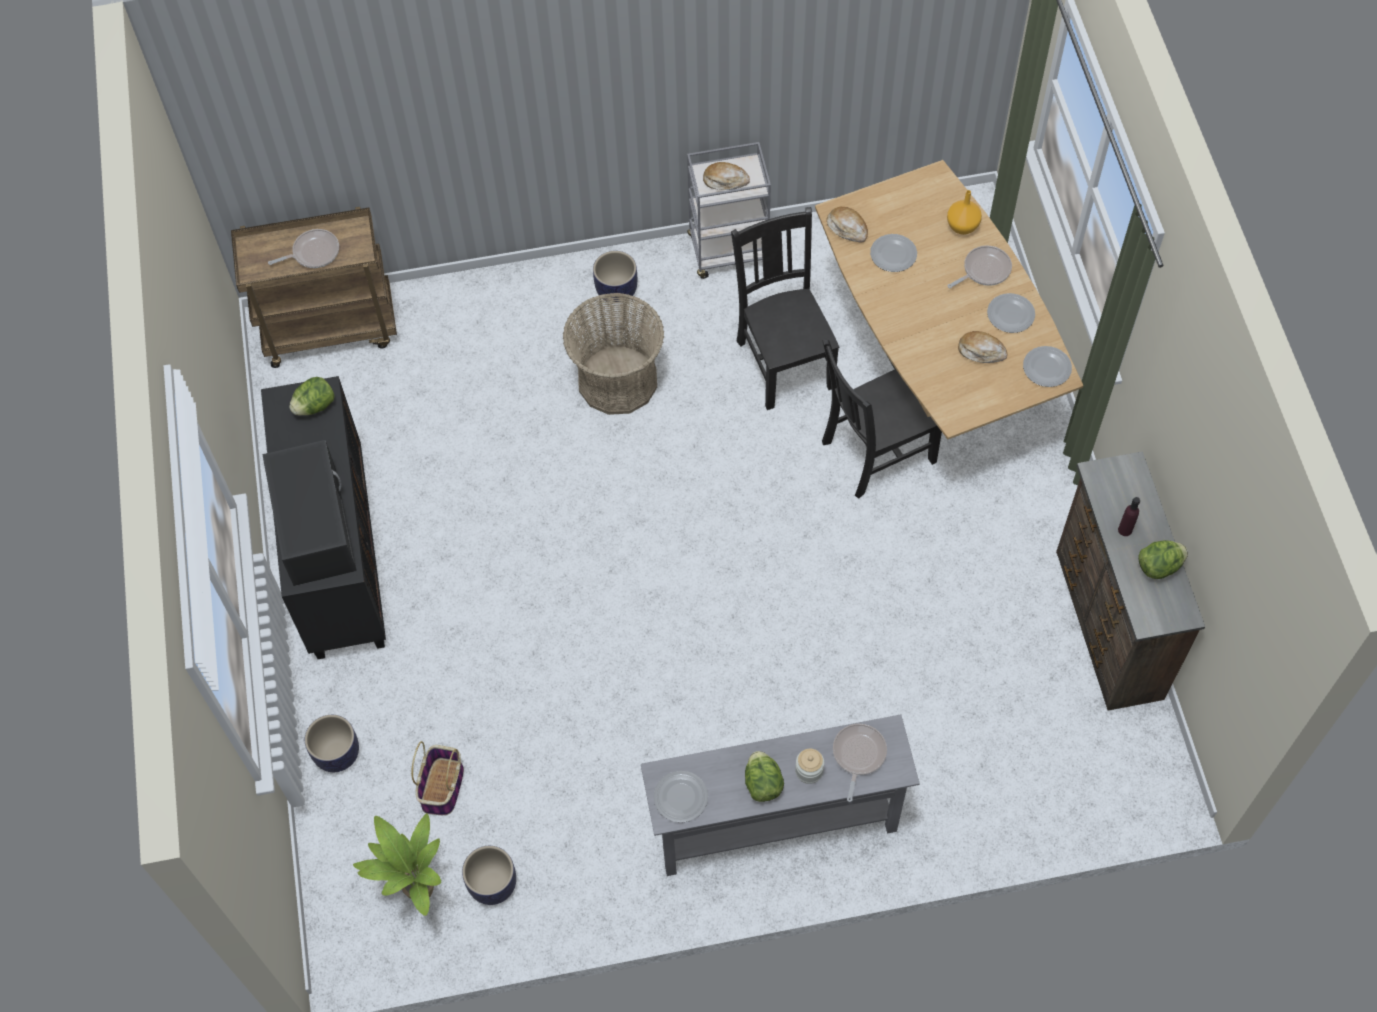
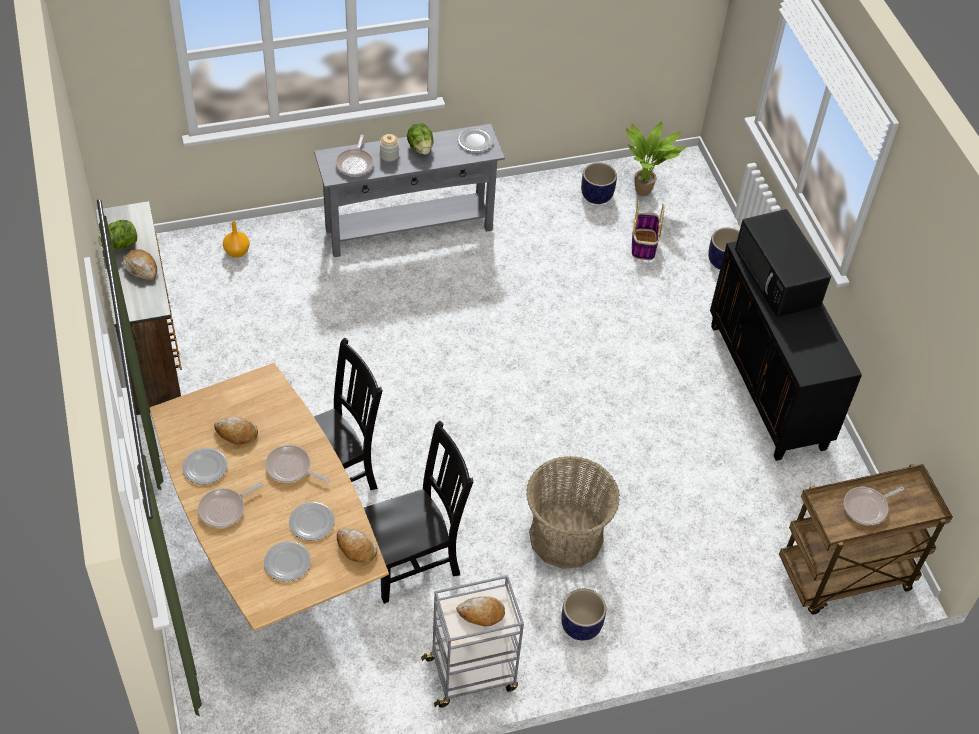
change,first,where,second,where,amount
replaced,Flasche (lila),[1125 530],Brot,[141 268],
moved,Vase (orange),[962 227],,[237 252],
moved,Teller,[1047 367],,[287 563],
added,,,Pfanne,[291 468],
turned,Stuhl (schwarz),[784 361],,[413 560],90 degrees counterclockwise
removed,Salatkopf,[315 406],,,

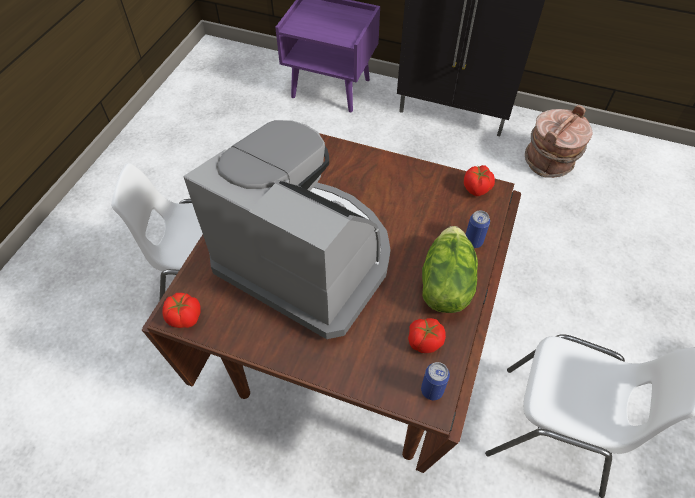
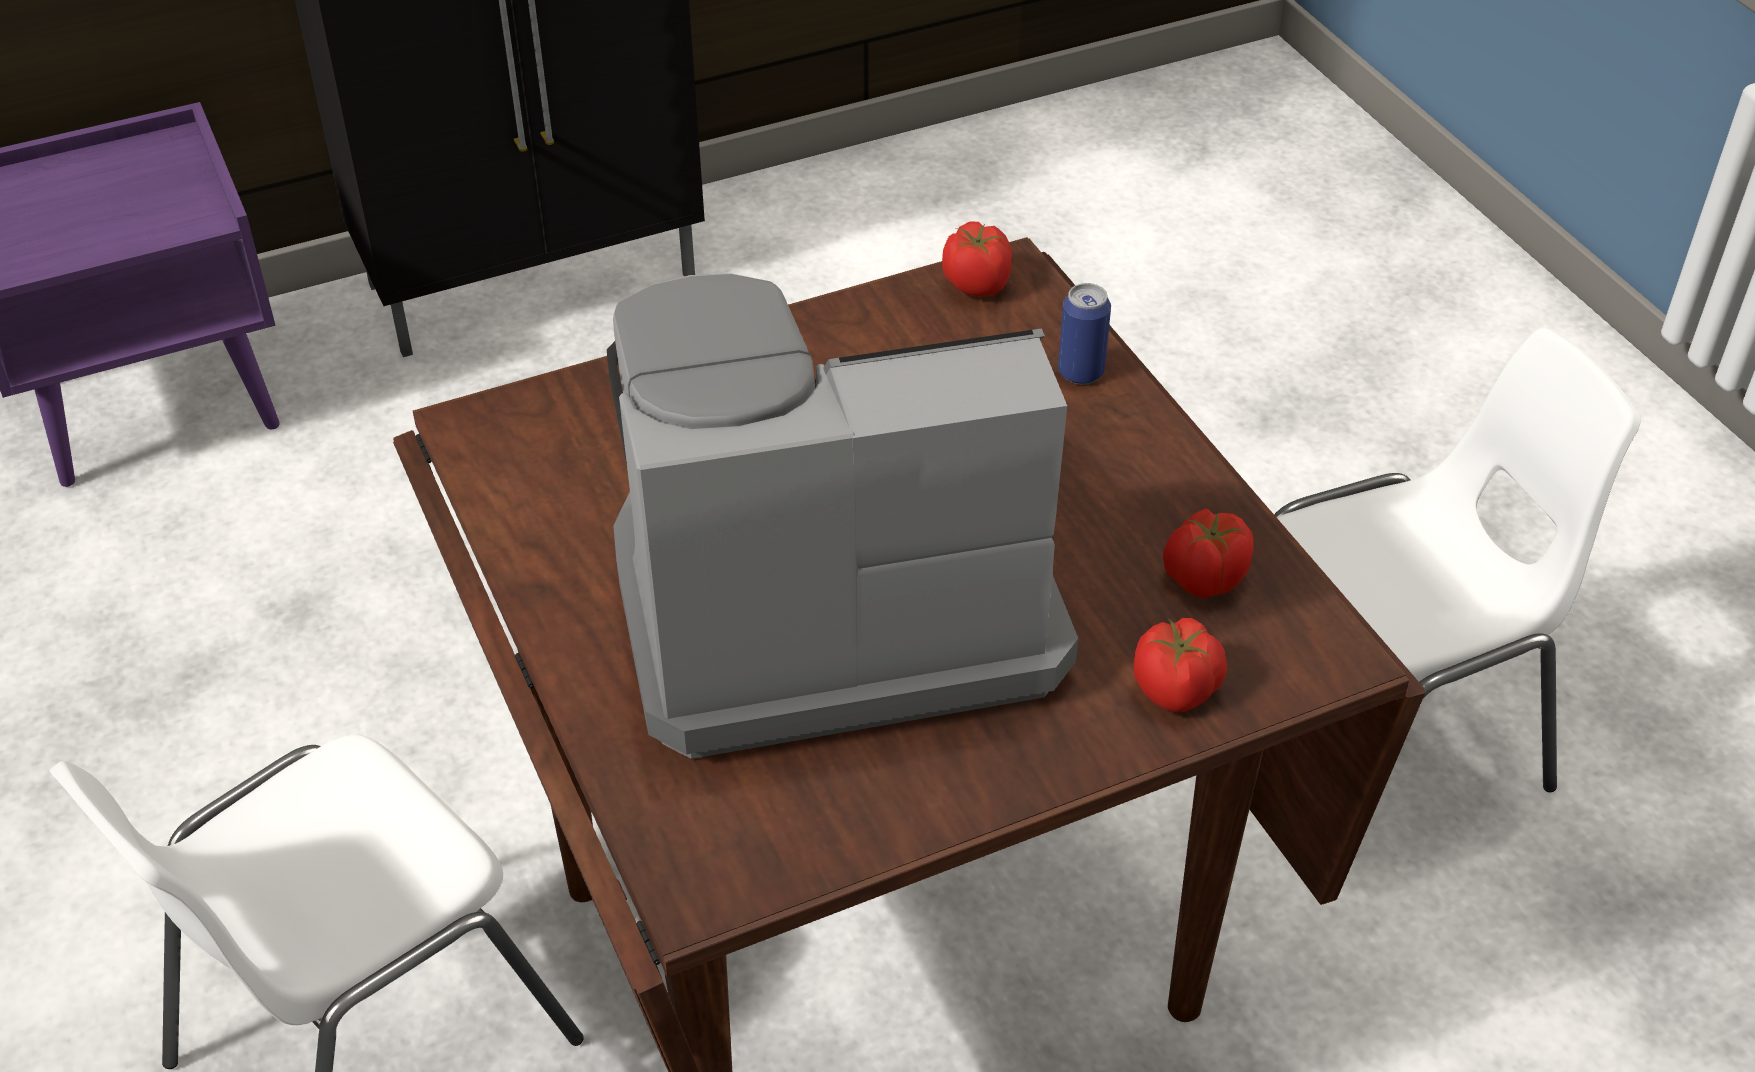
change,first,where,second,where,amount
moved,Tomate,[185 318],,[1176 690],
removed,Dose,[432 390],,,
removed,Salatkopf,[444 284],,,
removed,Eimer (braun),[549 162],,,

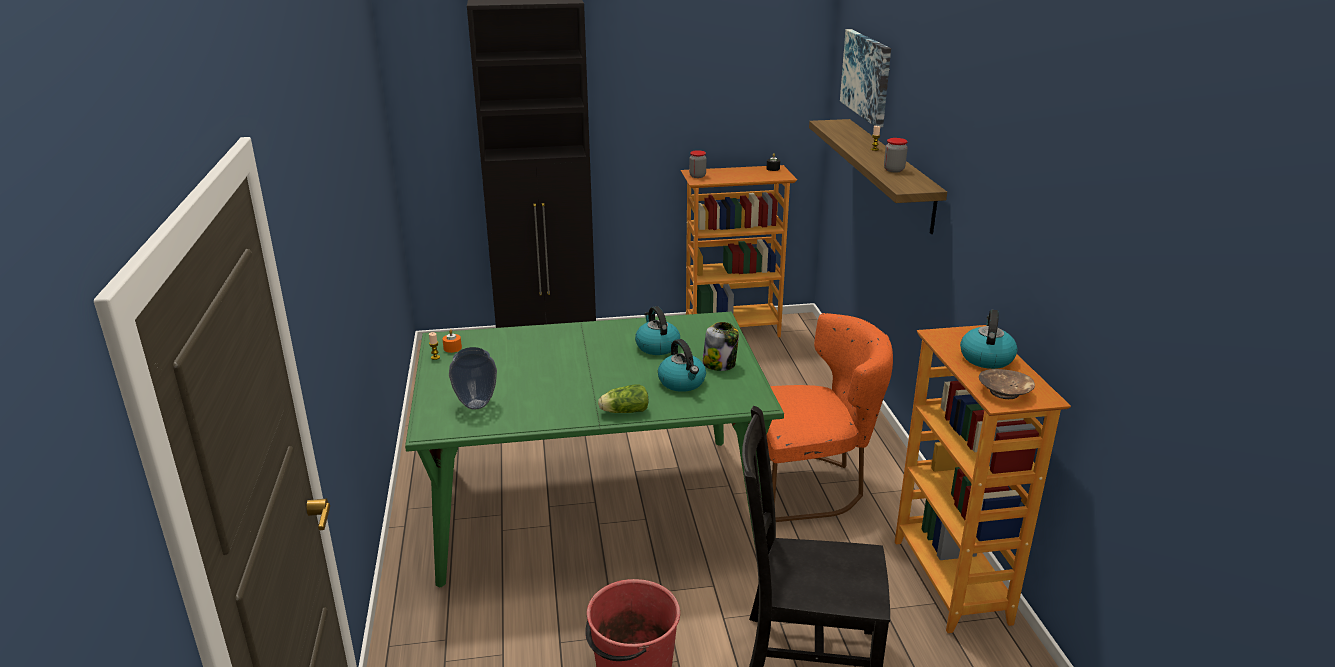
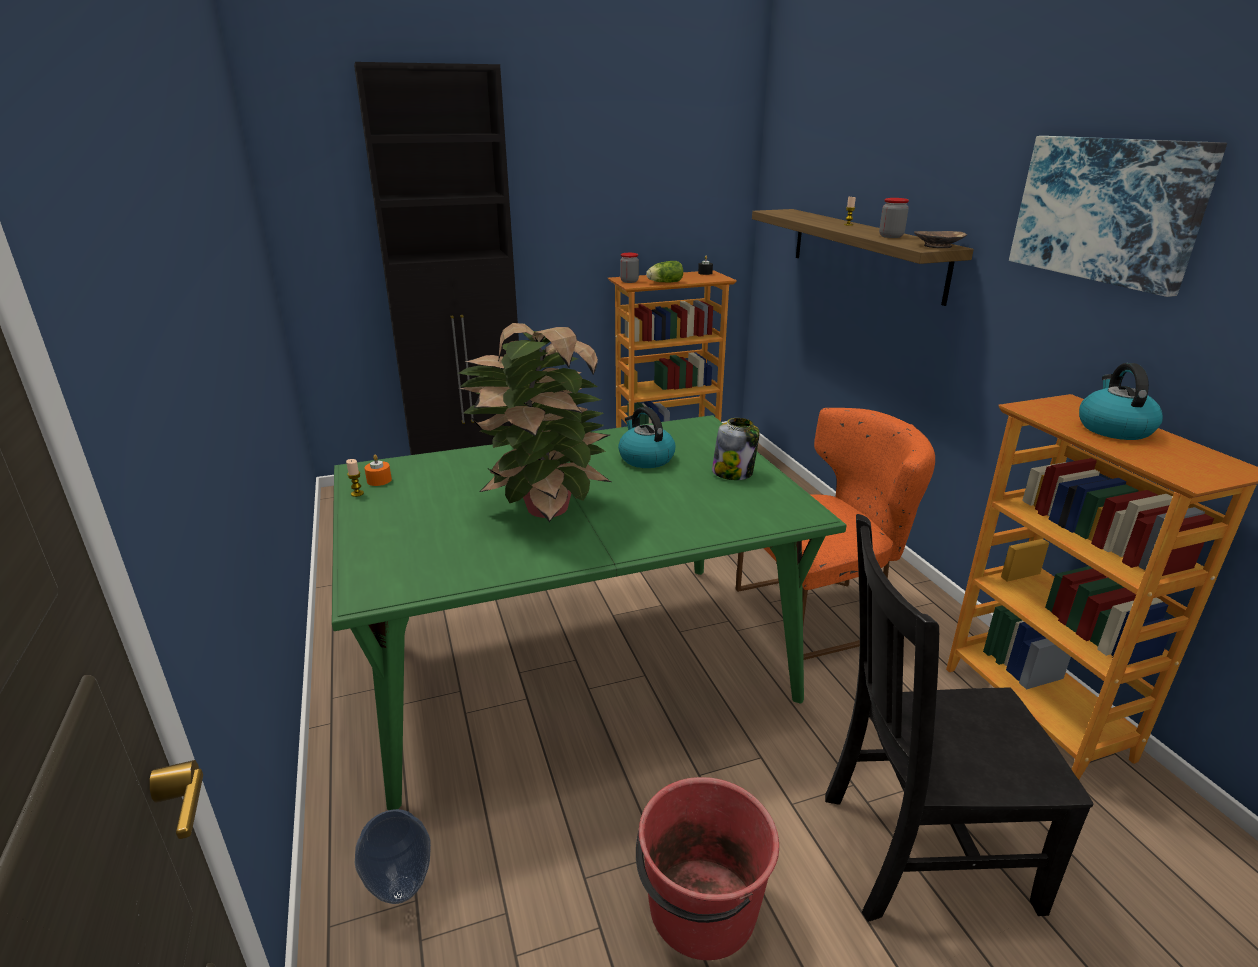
change,first,where,second,where,amount
moved,Vase,[476 404],,[401 888],
added,,,Topfpflanze,[542 508],
moved,Salatkopf,[623 411],,[664 282],
moved,Schüssel (braun),[1004 392],,[938 246],
moved,Bild,[867 76],,[1107 210],
removed,Wasserkessel,[682 382],,,

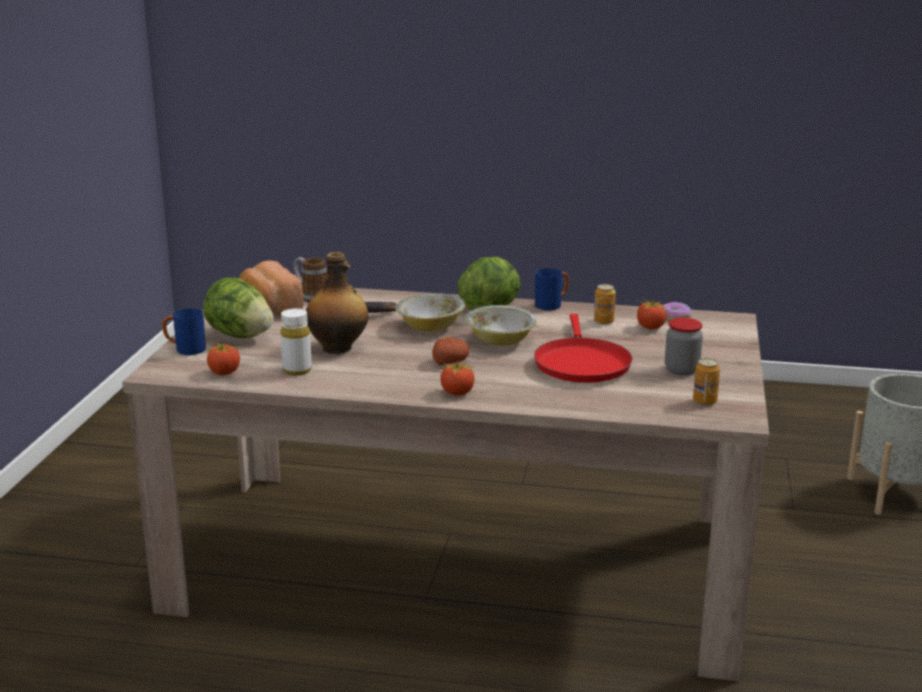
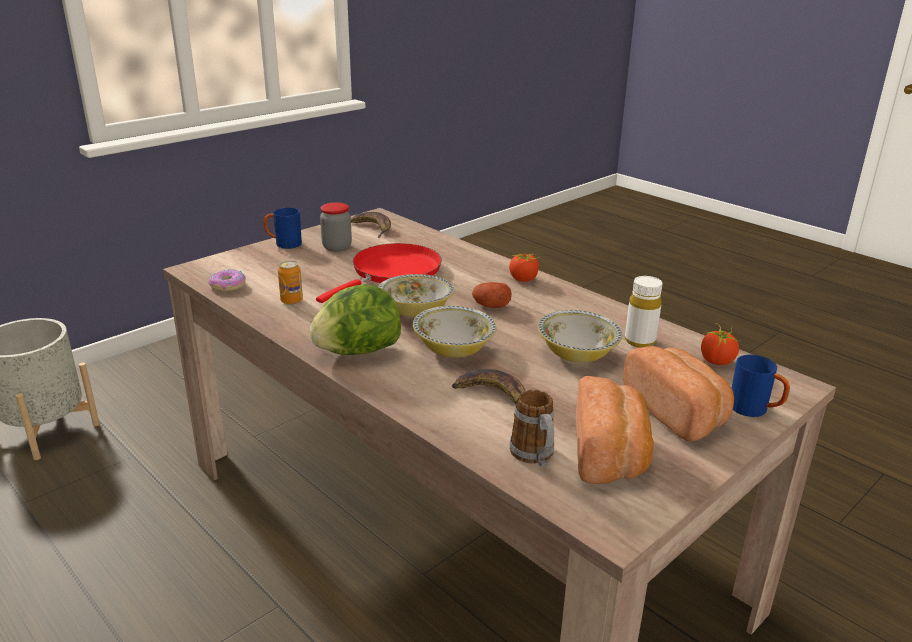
change,first,where,second,where,amount
moved,Henkelbecher (blau),[552 305],,[283 244],
replaced,Dose,[704 402],Banane,[372 228],
replaced,Flasche,[338 348],Schüssel,[577 354],
replaced,Salatkopf,[239 335],Brot,[677 412],
removed,Tomate,[650 327],,,

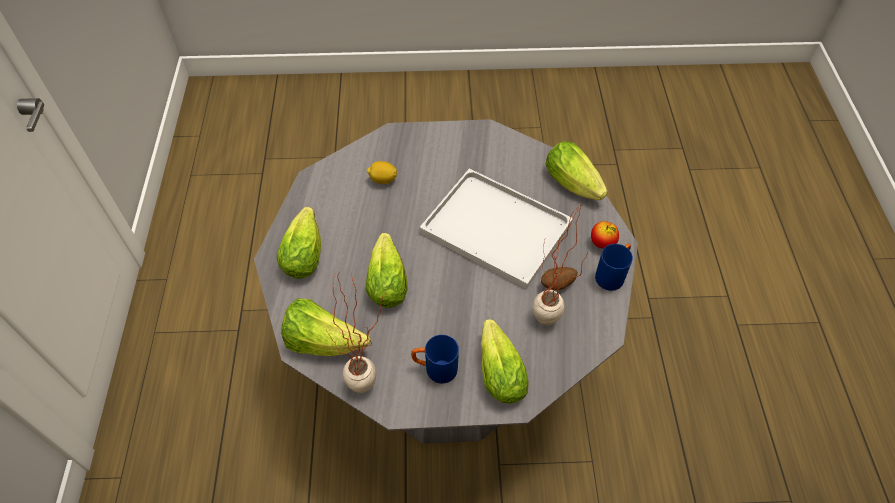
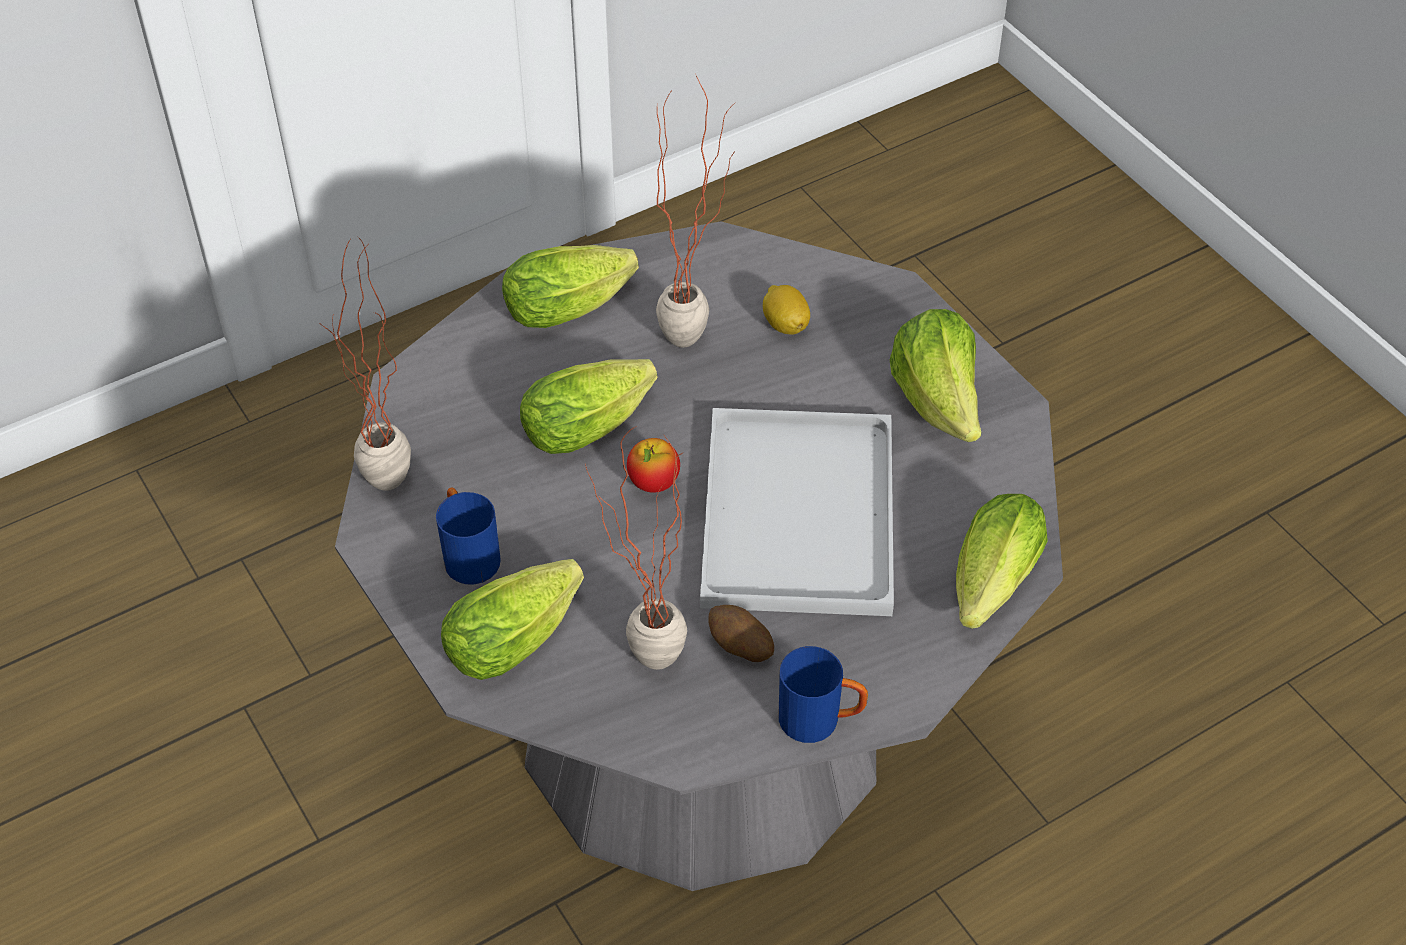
change,first,where,second,where,amount
moved,Apfel,[602 243],,[653 483],
added,,,Topfpflanze,[699 338],
moved,Salatkopf,[323 342],,[938 403],

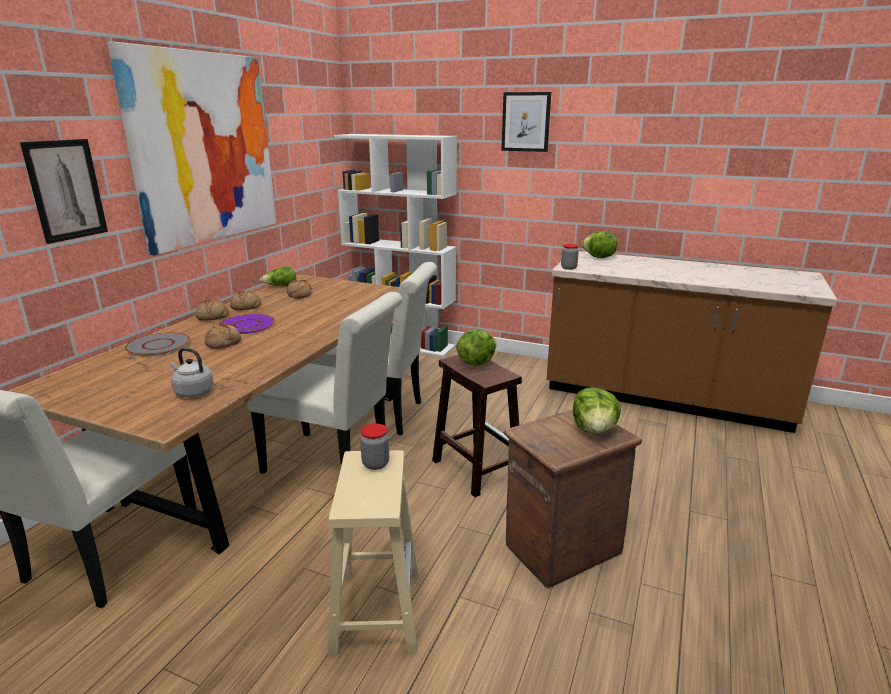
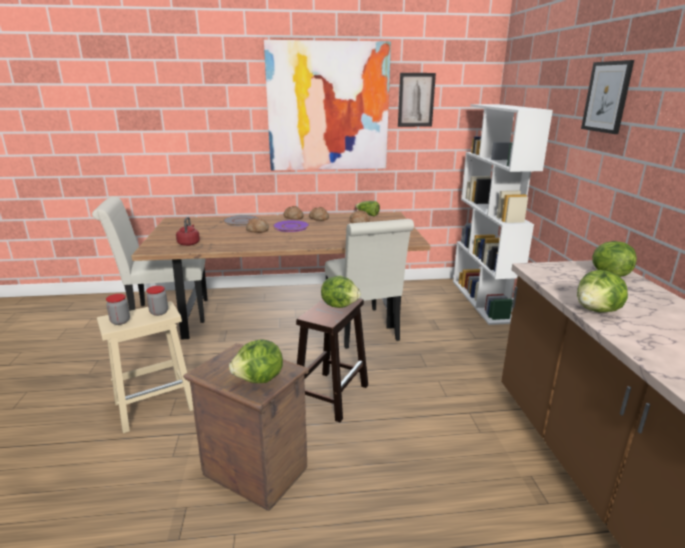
change,first,where,second,where,amount
moved,Vorratsglas,[568 268],,[120 321],
recoloured,Wasserkessel (grau),[193 392],Wasserkessel (rot),[189 243],
moved,Bild,[66 190],,[416 100],
added,,,Salatkopf,[597 310],
removed,Stuhl (weiß),[334 464],,,

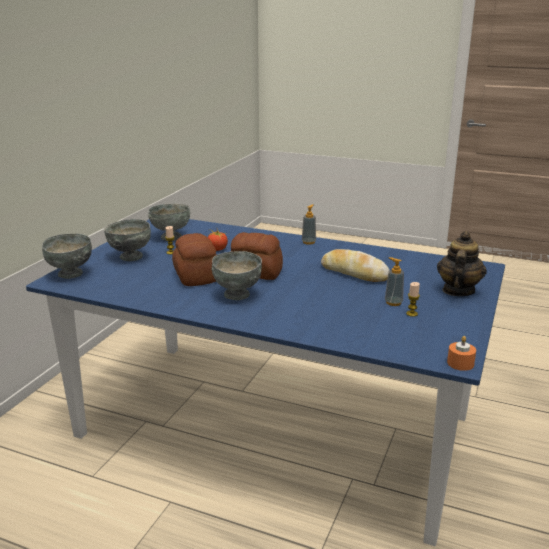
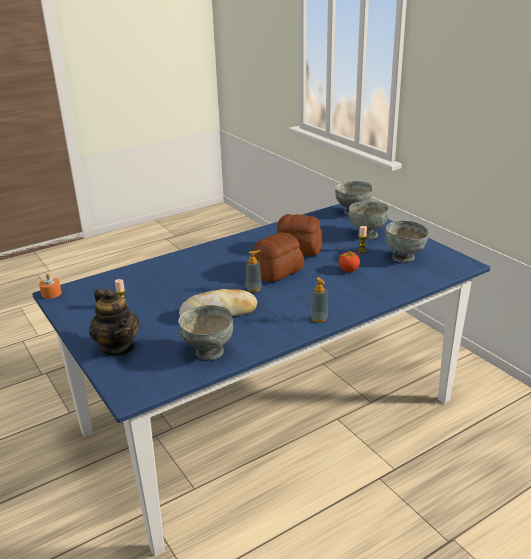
change,first,where,second,where,amount
moved,Schüssel (grau),[237 295],,[208 352],
moved,Seifenspender,[393 302],,[254 289],

